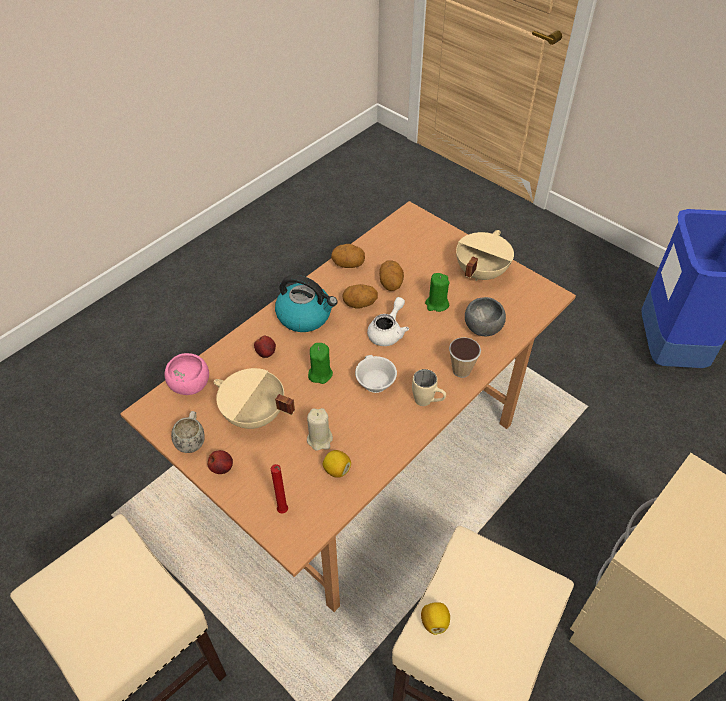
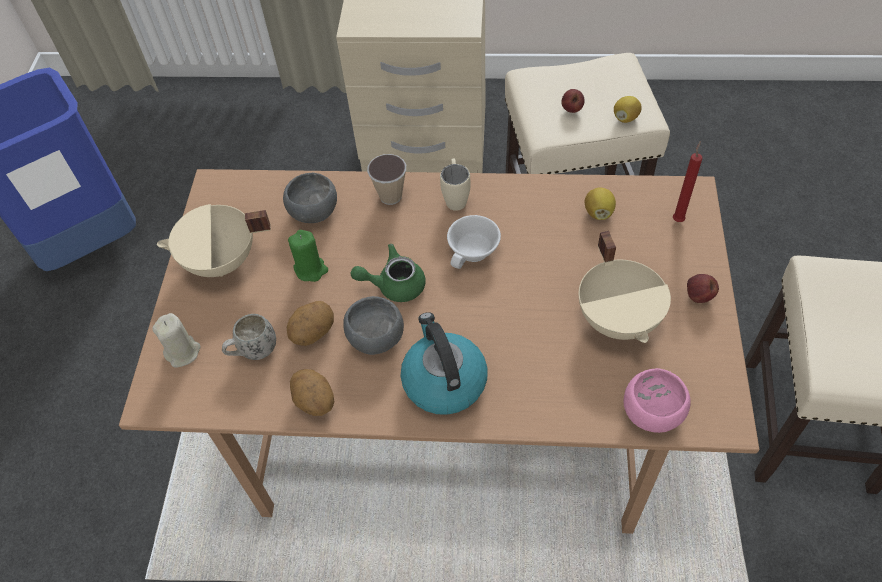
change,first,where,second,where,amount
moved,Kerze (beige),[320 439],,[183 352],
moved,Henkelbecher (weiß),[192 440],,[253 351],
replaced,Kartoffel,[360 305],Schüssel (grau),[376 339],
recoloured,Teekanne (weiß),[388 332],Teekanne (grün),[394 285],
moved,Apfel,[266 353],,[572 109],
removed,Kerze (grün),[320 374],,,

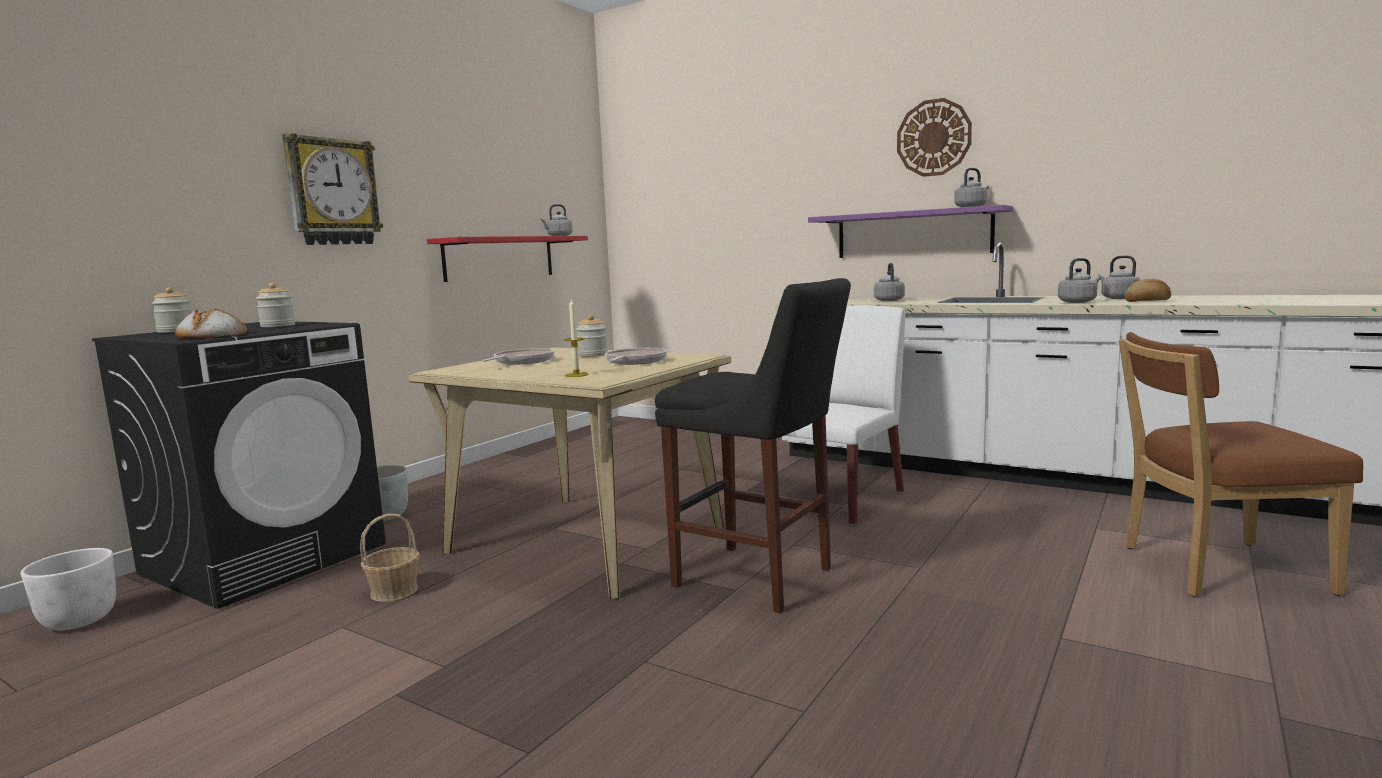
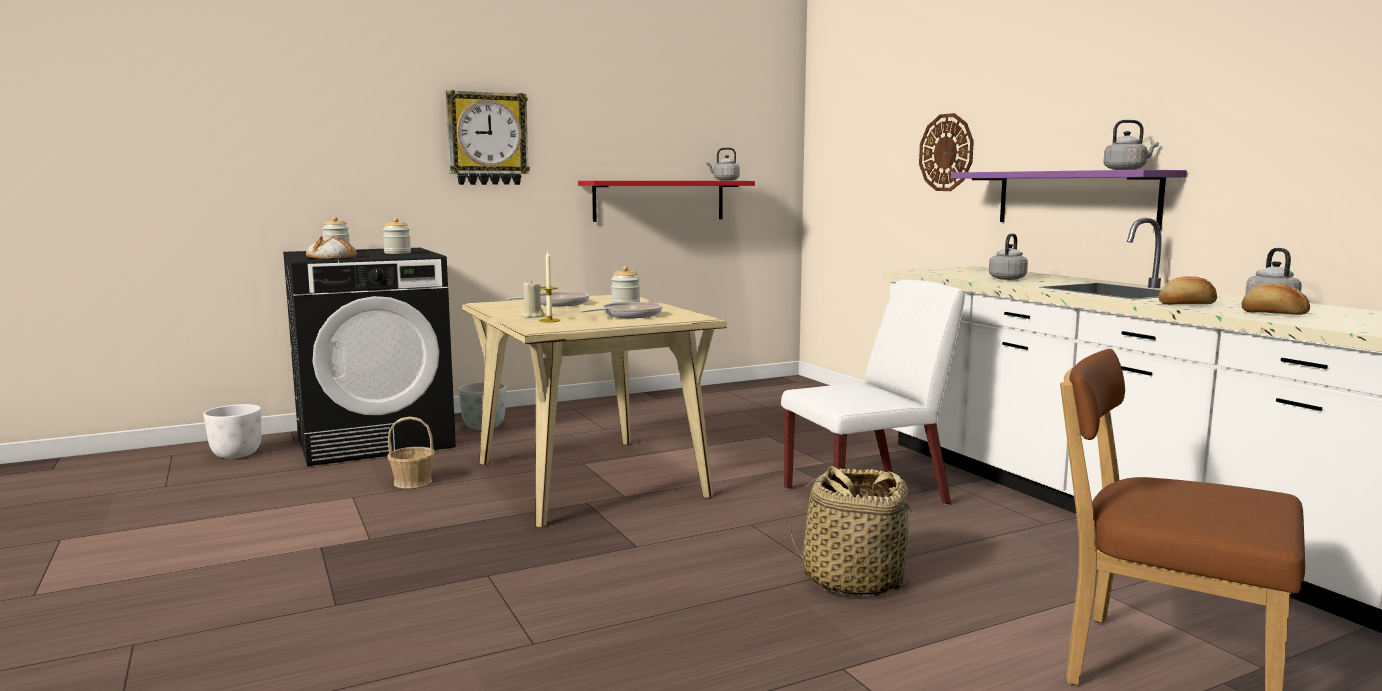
change,first,where,second,where,amount
added,,,Kerze (beige),[532 316],
added,,,Korb,[852 580],
moved,Wanduhr,[933 138],,[946 152],
replaced,Wasserkessel (grau),[1078 302],Brot,[1187 305],
removed,Hocker (schwarz),[759 579],,,

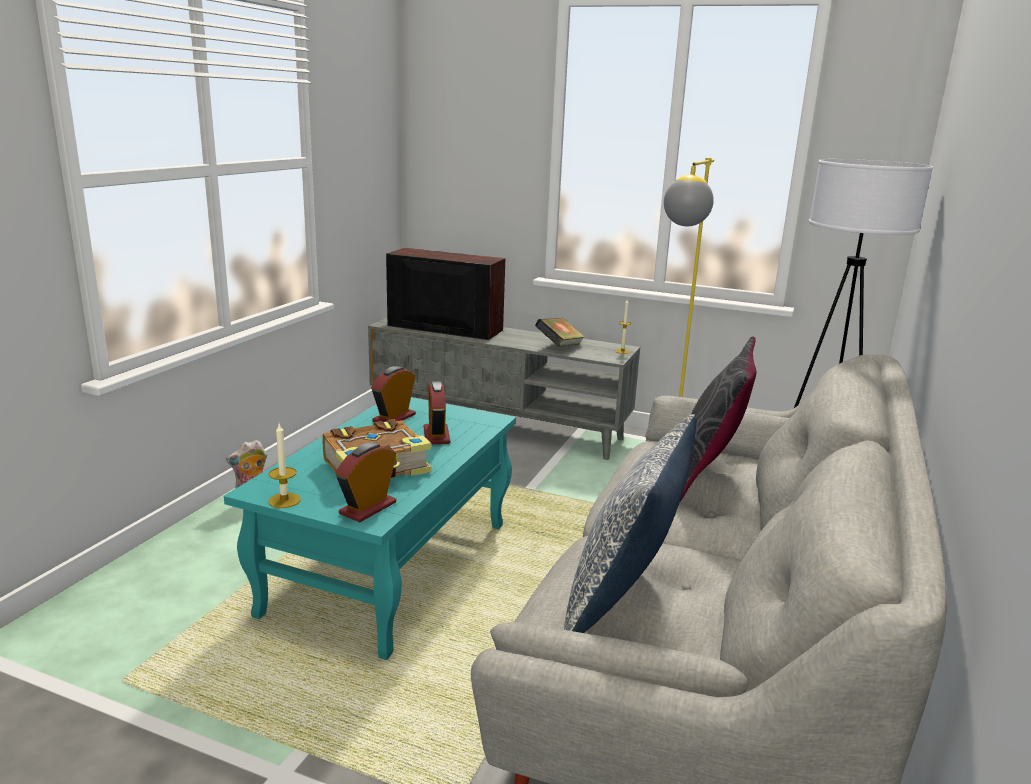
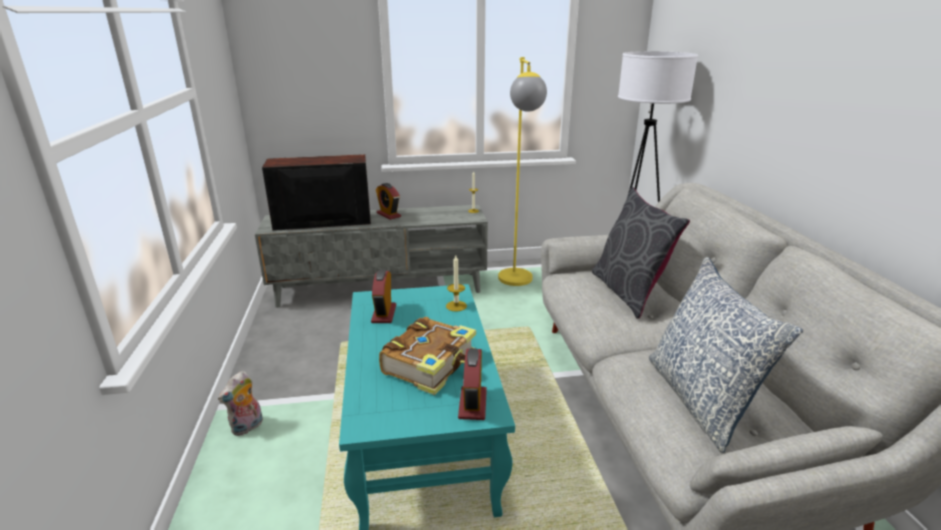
change,first,where,second,where,amount
moved,Wecker,[436 435],,[388 215],
moved,Kerze,[284 500],,[456 306],
removed,Buch,[559 347],,,

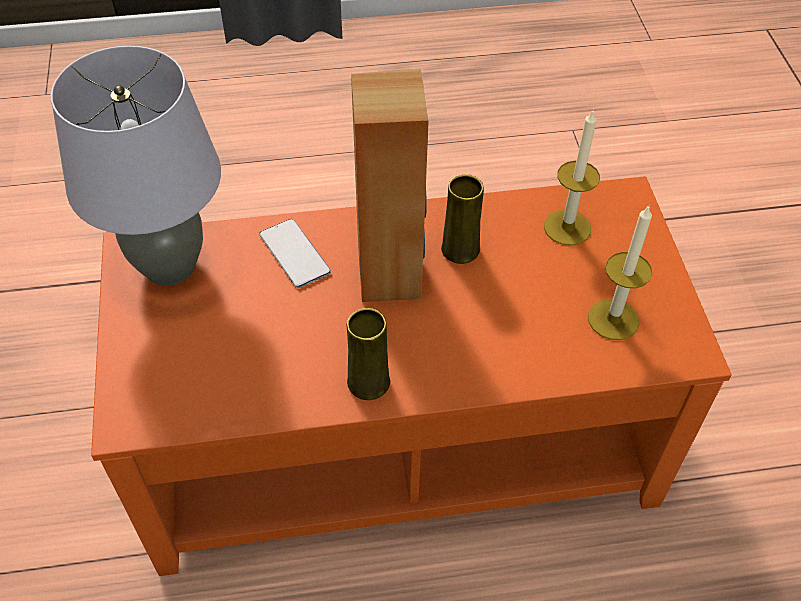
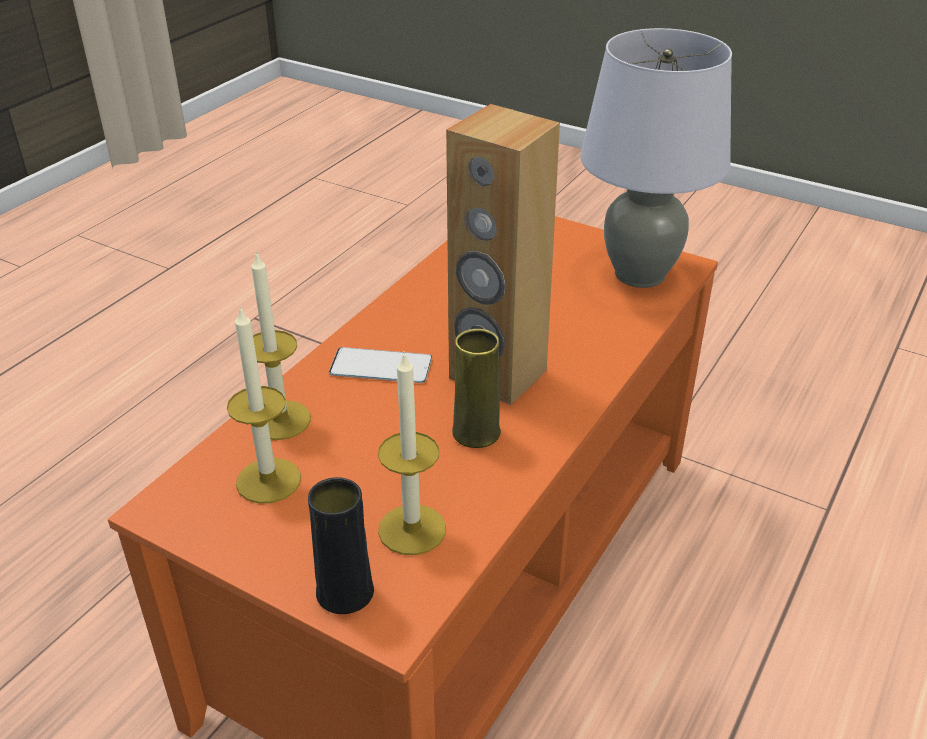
change,first,where,second,where,amount
added,,,Kerze,[281 420],
added,,,Vase (schwarz),[345 592],
moved,Handy,[294 253],,[381 366],
removed,Vase (gelb),[368 382],,,

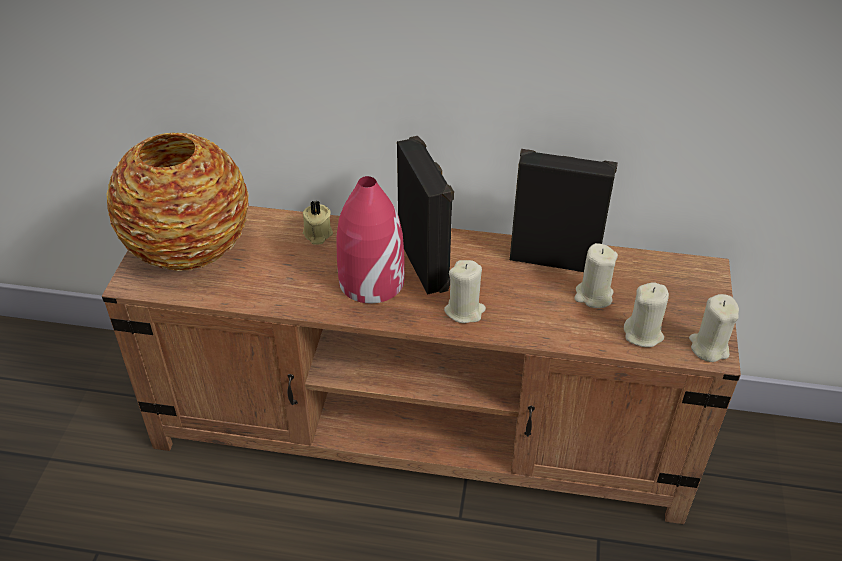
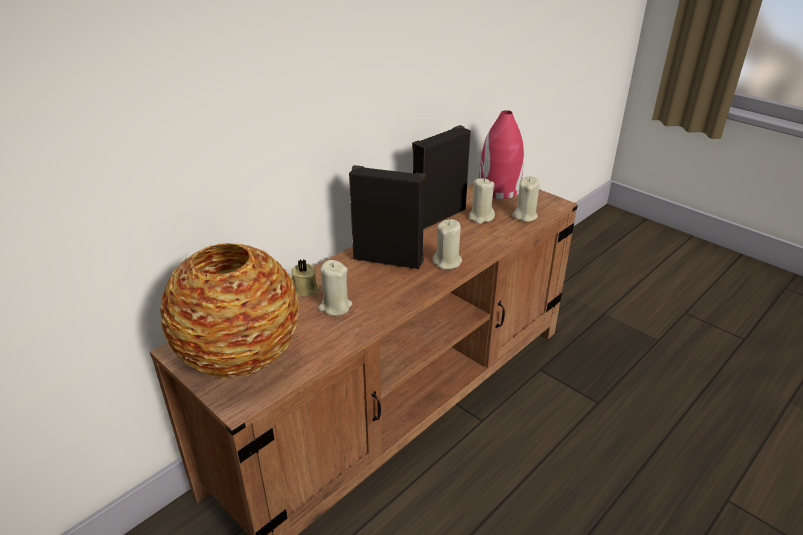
change,first,where,second,where,amount
moved,Kerze (beige),[708 347],,[335 306],
moved,Vase (rot),[370 281],,[499 189],

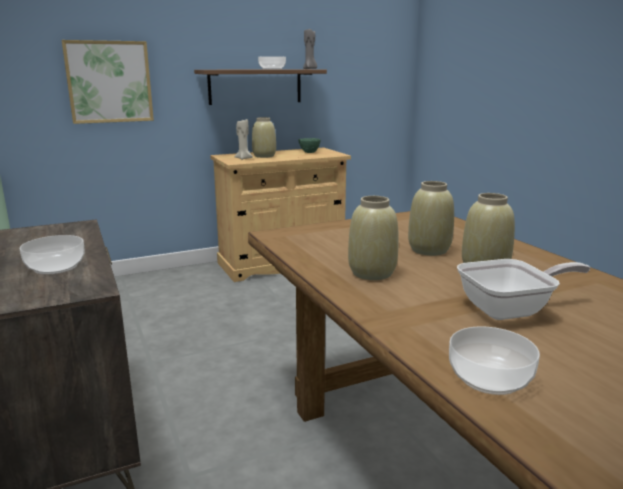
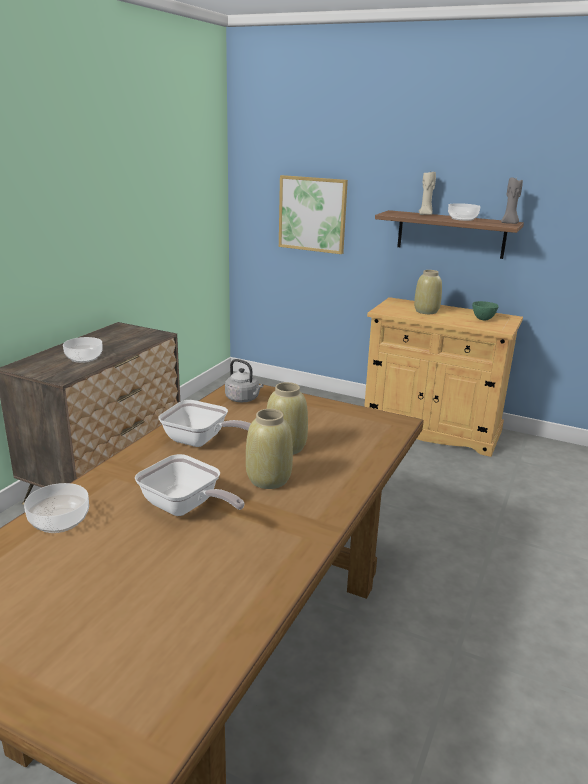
change,first,where,second,where,amount
replaced,Vase (beige),[372 273],Pfanne,[200 441],
added,,,Wasserkessel (grau),[243 399],
moved,Kerze (beige),[243 158],,[425 214],

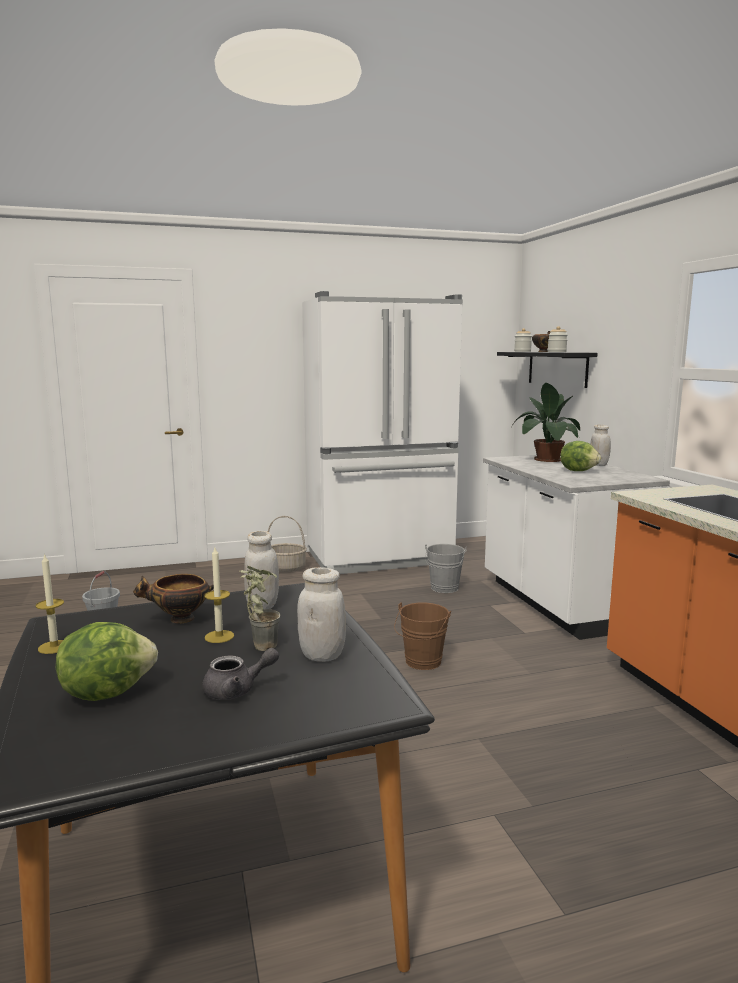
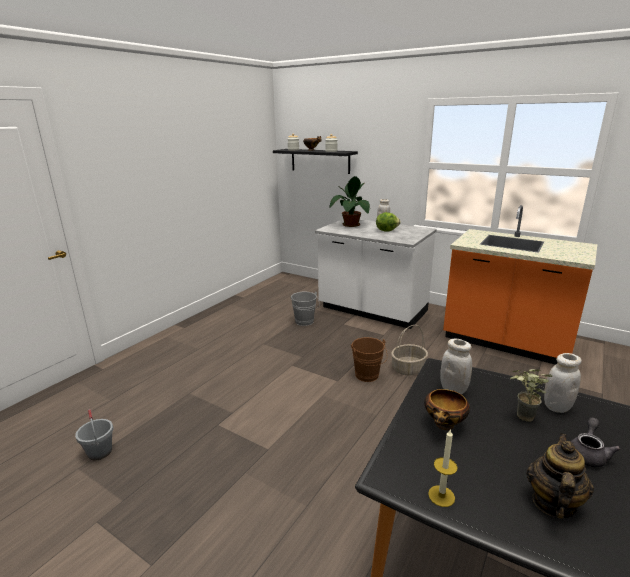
change,first,where,second,where,amount
moved,Korb,[285 568],,[408 369],
replaced,Salatkopf,[107 692],Teekanne,[552 503],
removed,Kerze,[219 636],,,
removed,Kühlschrank (weiß),[381 559],,,

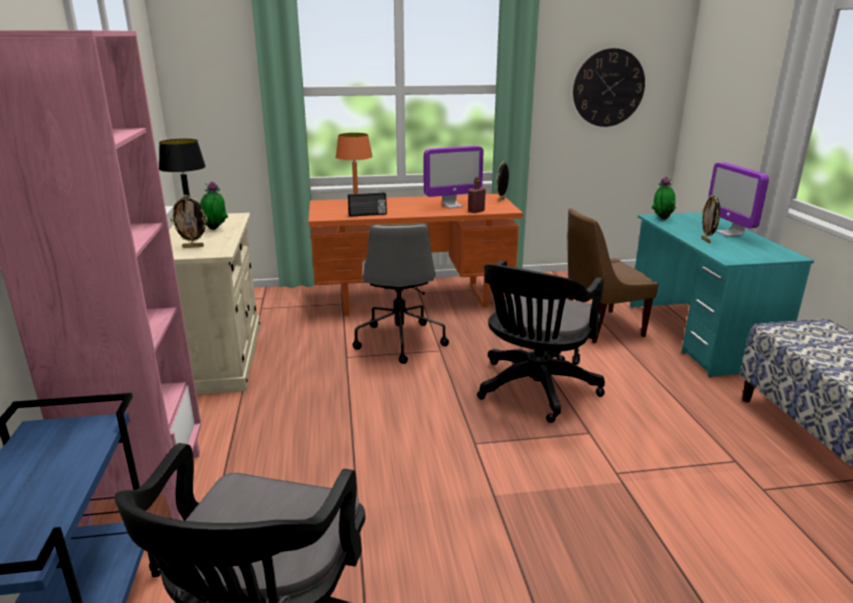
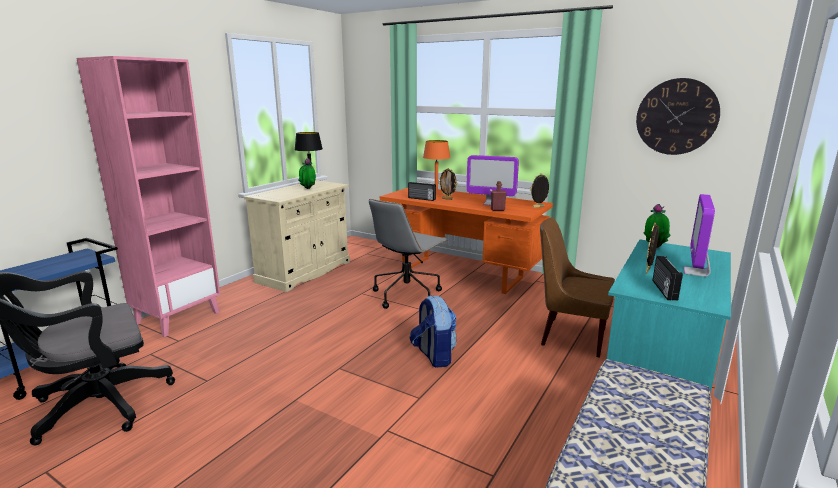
change,first,where,second,where,amount
replaced,Bürostuhl (schwarz),[534 390],Rucksack,[433 356],
moved,Bilderrahmen,[193 247],,[447 199],
added,,,Radio,[663 290],

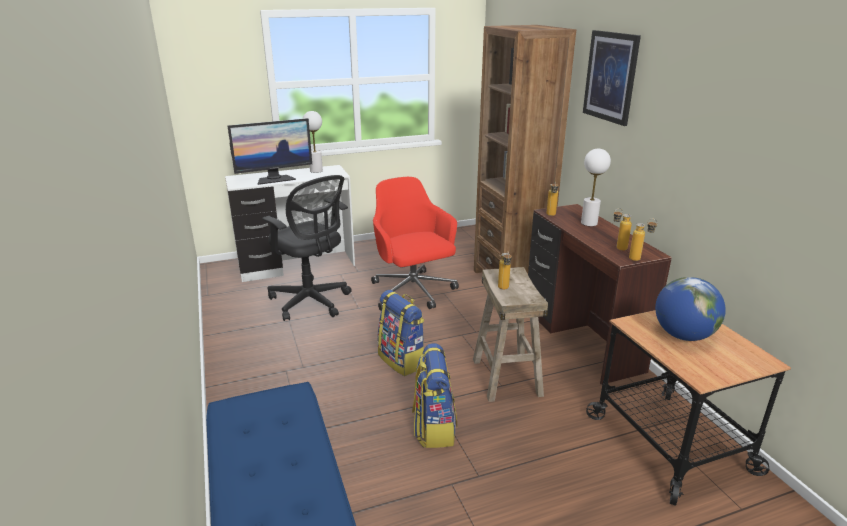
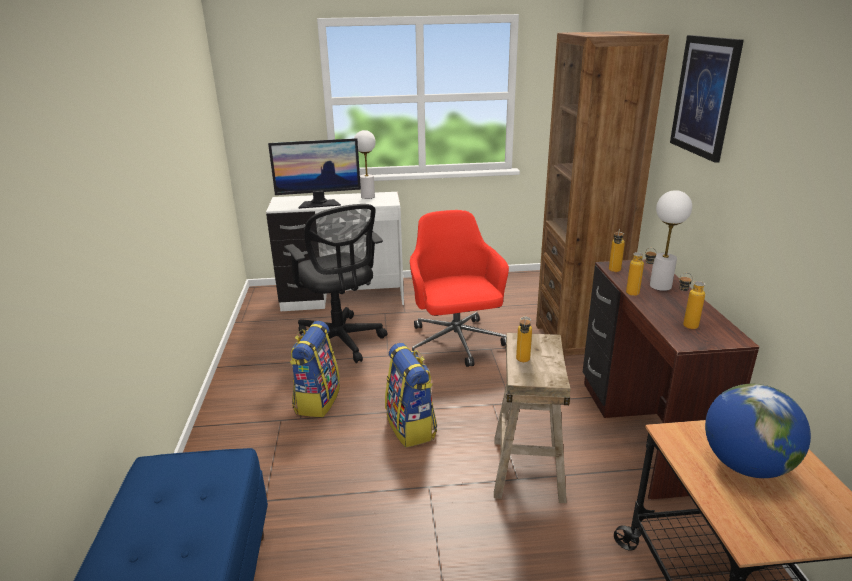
change,first,where,second,where,amount
moved,Rucksack,[433 427],,[317 400],
moved,Flasche,[639 260],,[637 295],

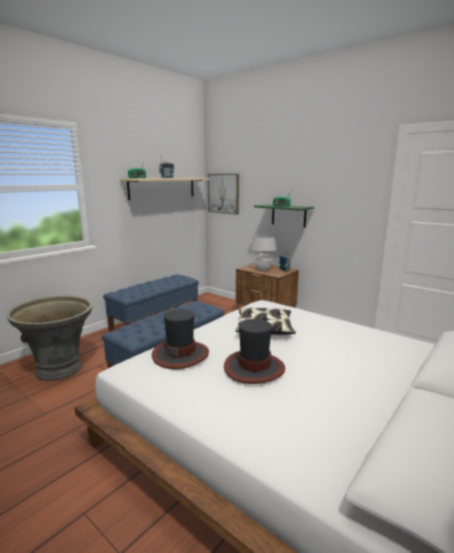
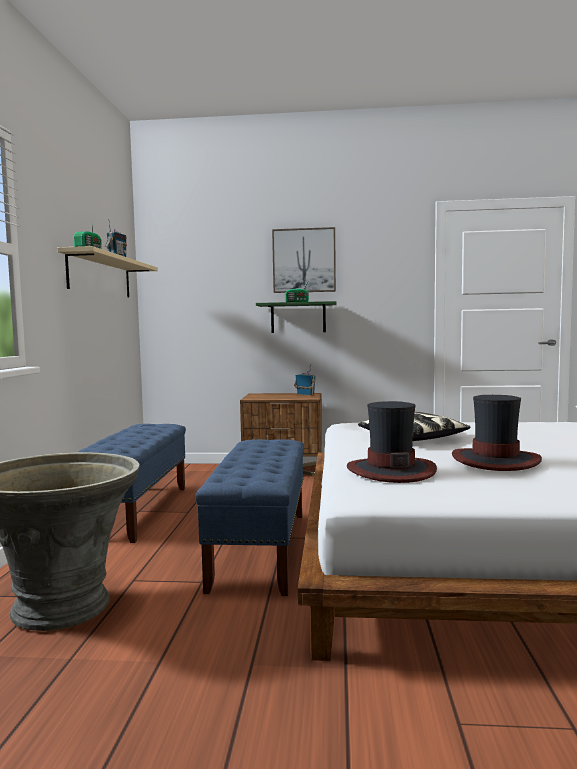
change,first,where,second,where,amount
moved,Bild,[223 193],,[304 260],
removed,Tischlampe (weiß),[263 269],,,

